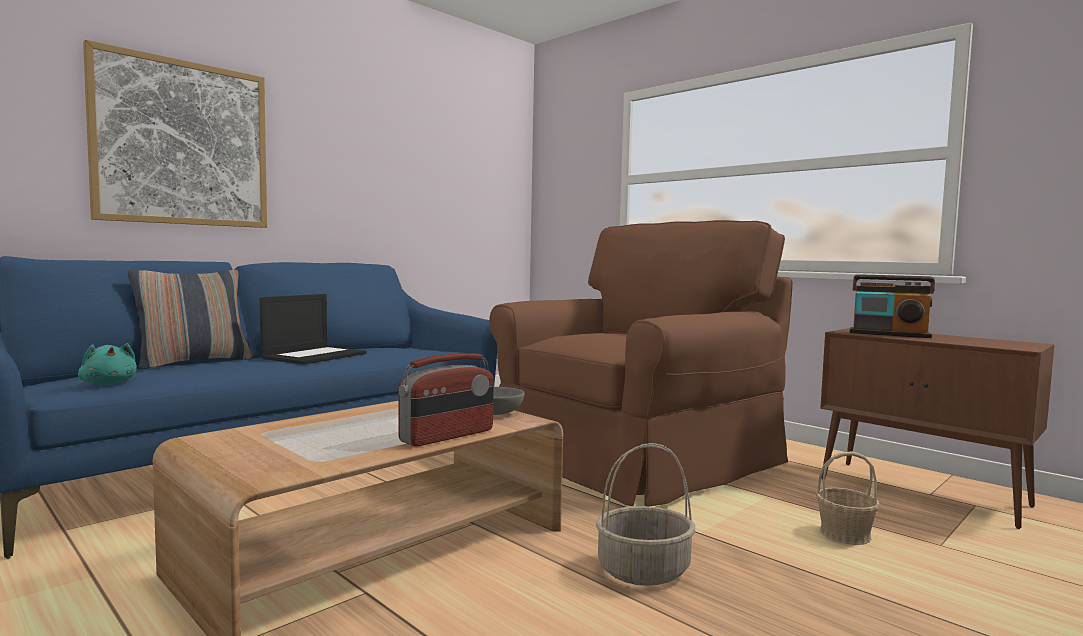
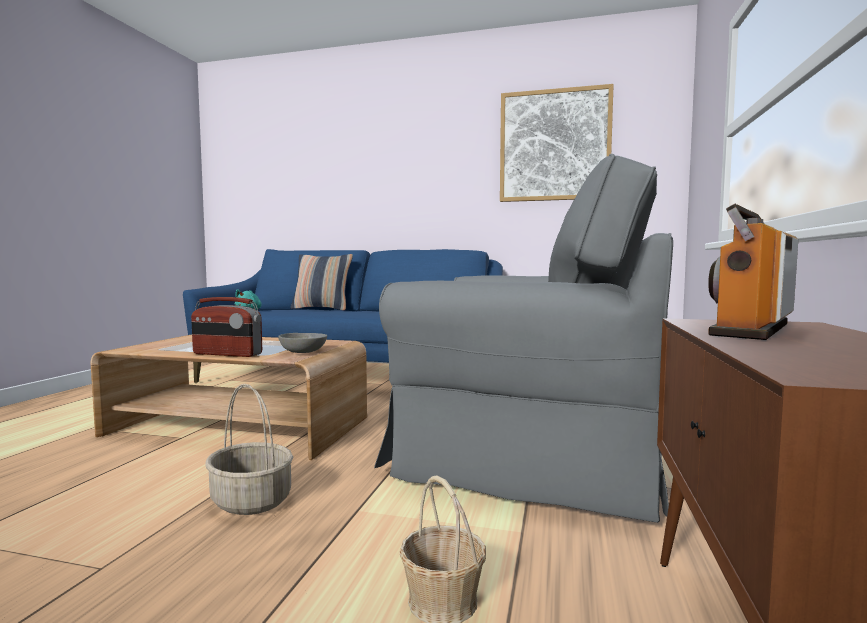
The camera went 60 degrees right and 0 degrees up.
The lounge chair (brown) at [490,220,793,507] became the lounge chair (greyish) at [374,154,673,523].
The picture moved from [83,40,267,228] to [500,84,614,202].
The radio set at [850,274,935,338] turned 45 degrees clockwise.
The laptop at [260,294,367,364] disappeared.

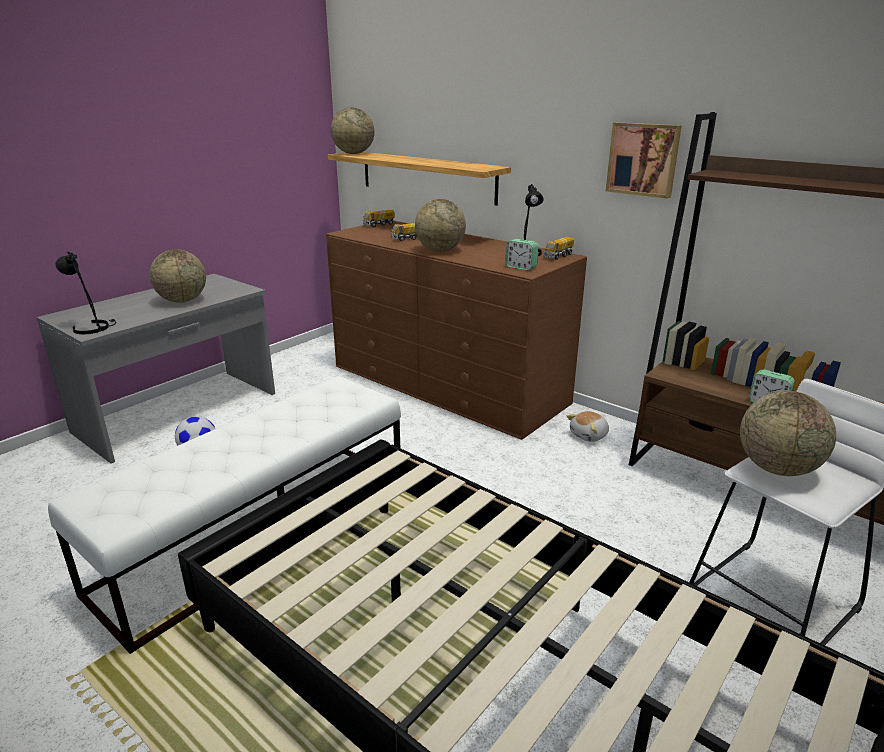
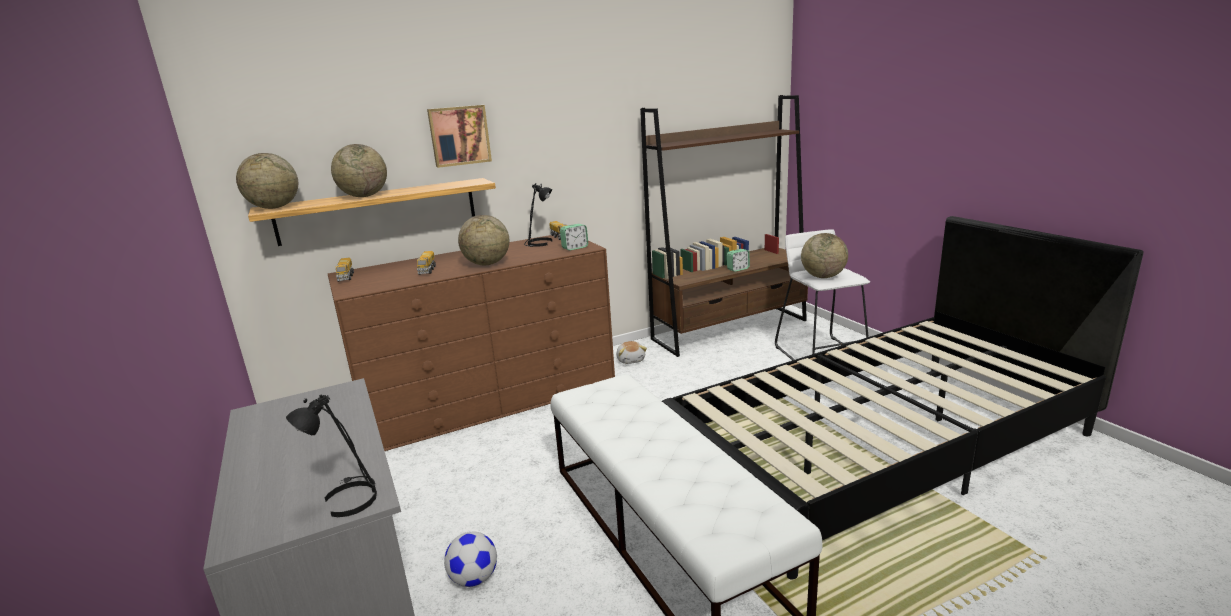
The camera went 65 degrees left and 5 degrees down.
The world globe moved from [150,249,206,303] to [331,144,387,197].
The picture moved from [606,122,682,199] to [427,105,492,168].

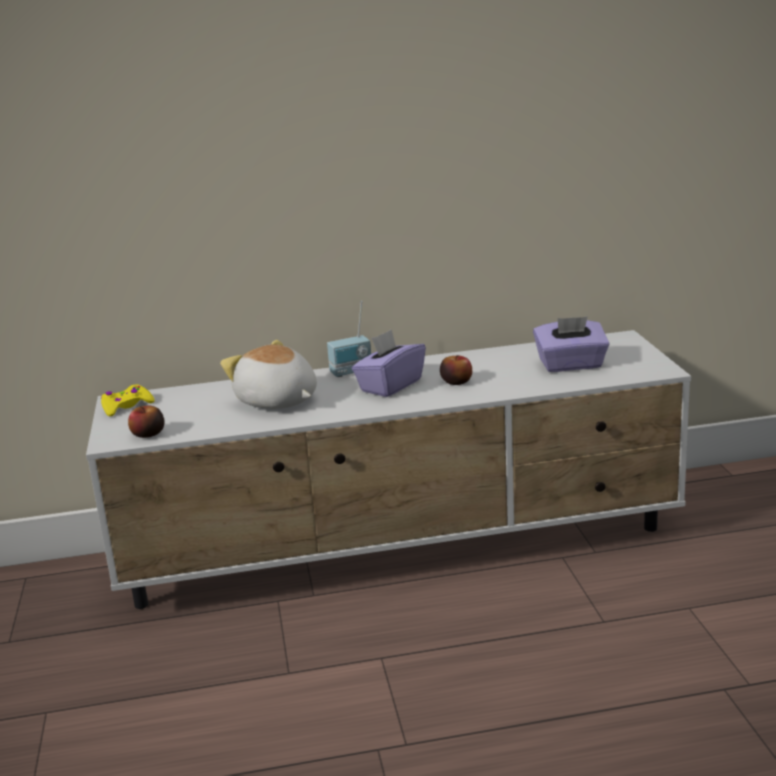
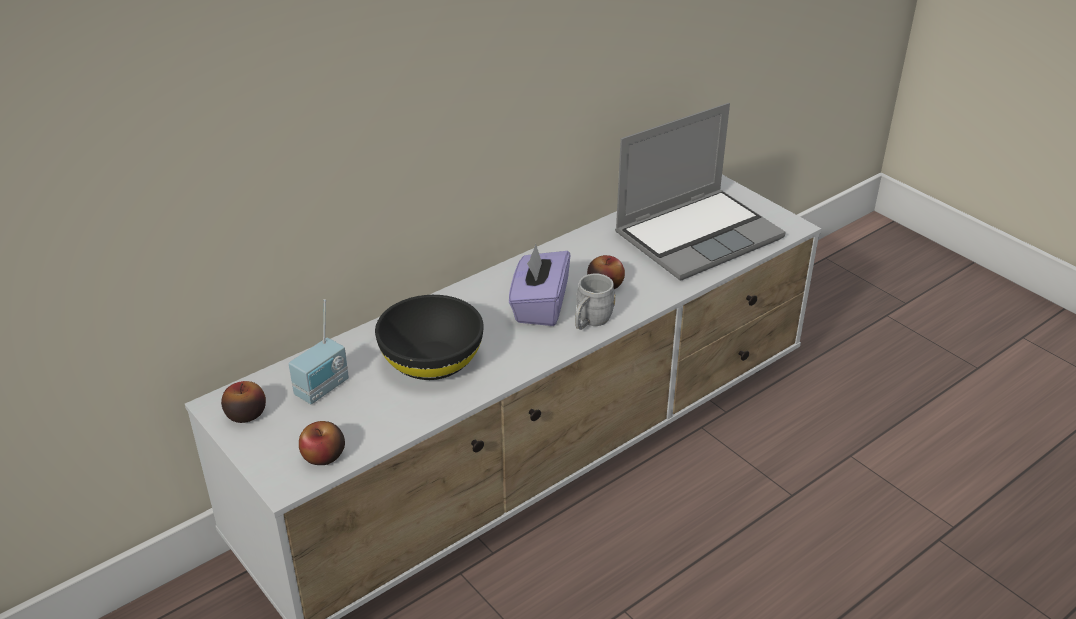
The camera went 30 degrees left and 15 degrees up.
The gamepad (yellowish) at [101,384,155,416] was replaced by the whole apple at [221,381,266,423].
The radio set moved from [327,301,371,377] to [288,299,349,404].
The plush toy at [220,340,317,409] was replaced by the serving bowl (black) at [375,295,484,380].
The coffee mug (greyish) at [575,273,615,330] appeared.
The tissue holder (purple) at [533,317,609,372] was replaced by the laptop at [615,103,786,281].

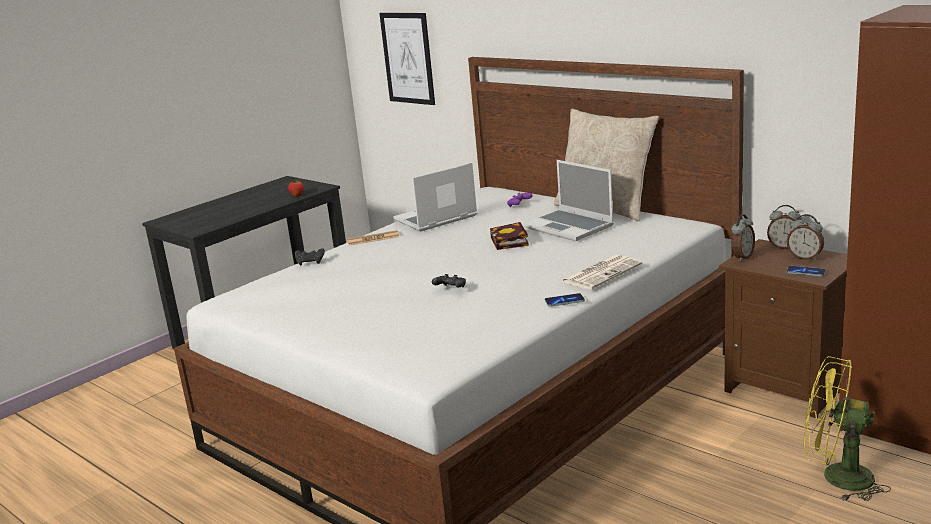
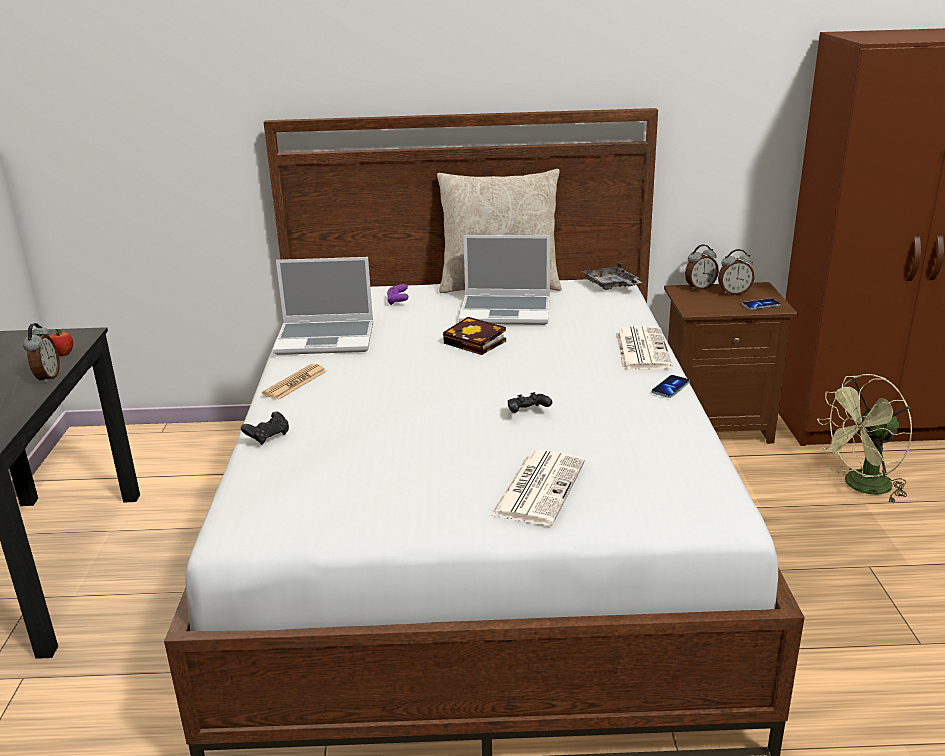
The camera went 45 degrees left and 5 degrees up.
The table clock moved from [731,214,755,261] to [23,323,60,384].
The laptop at [393,162,477,232] turned 105 degrees counterclockwise.
The newspaper at [490,450,585,525] appeared.
The carrying tray (greyish) at [582,262,642,290] appeared.
The fan (yellowish) at [803,356,891,501] became the fan (green) at [817,374,912,504].
The picture at [379,13,435,105] disappeared.

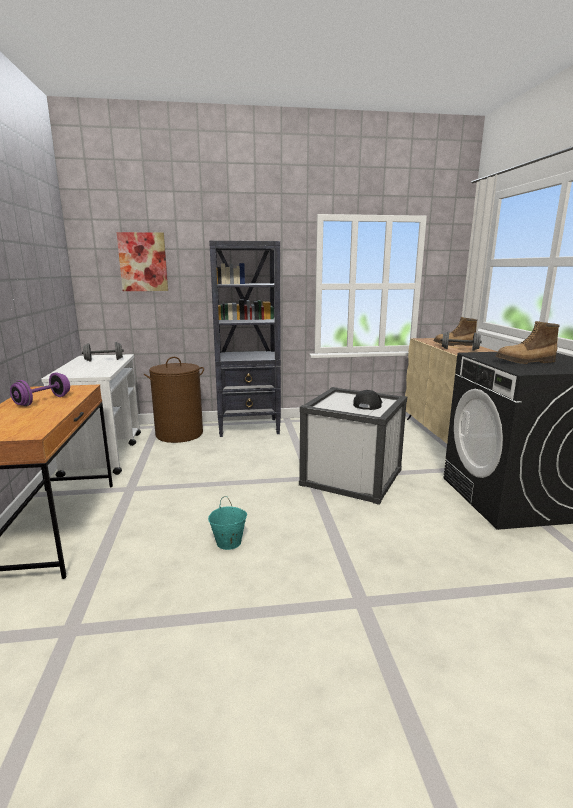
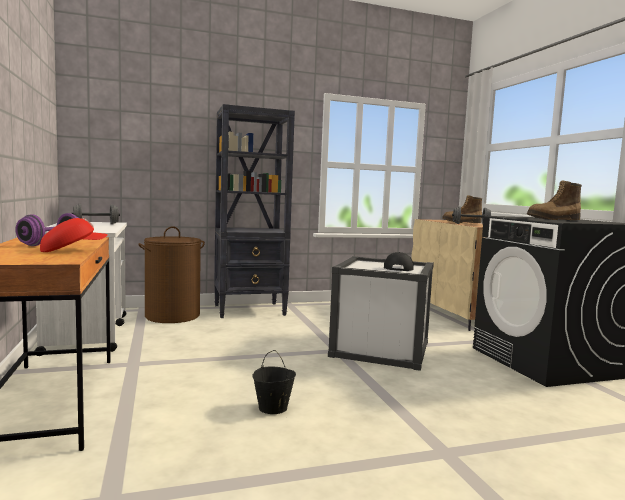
The camera went 10 degrees left and 10 degrees down.
The cap (red) at [40,218,108,252] appeared.
The water bucket (turquoise-coloured) at [208,496,247,550] became the water bucket (black) at [252,350,296,414].
The picture at [116,232,168,291] disappeared.

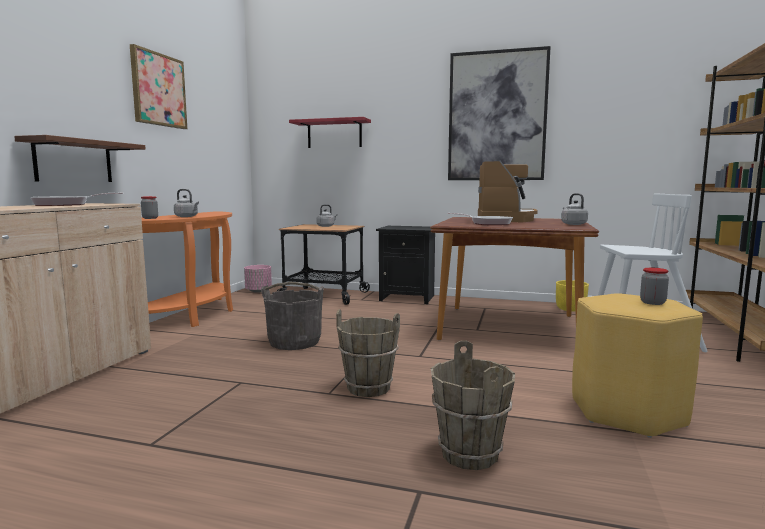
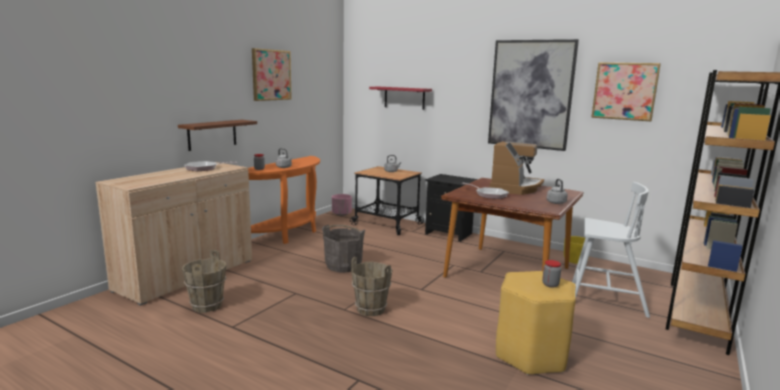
The camera went 15 degrees right and 5 degrees up.
The water bucket (brown) moved from [431,340,515,470] to [182,250,226,313].
The picture at [591,62,661,121] appeared.

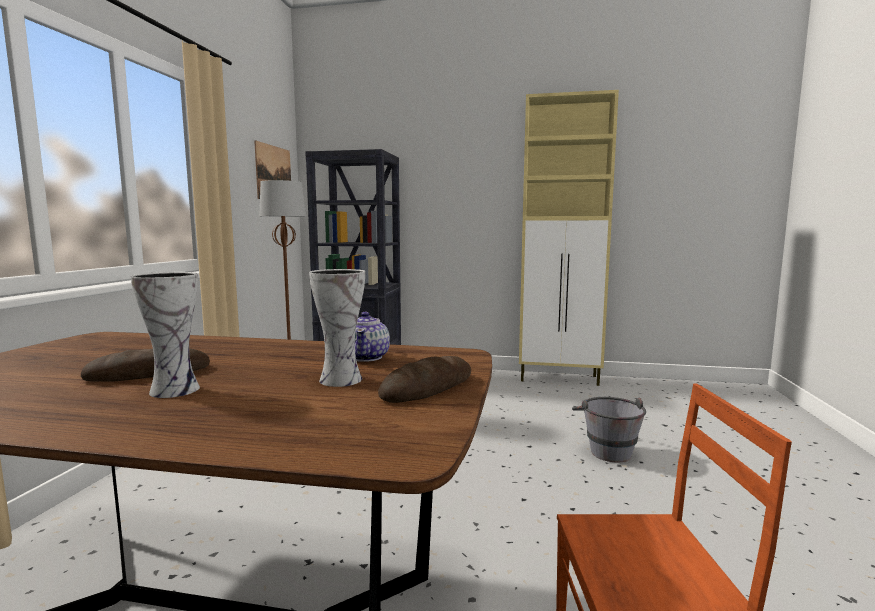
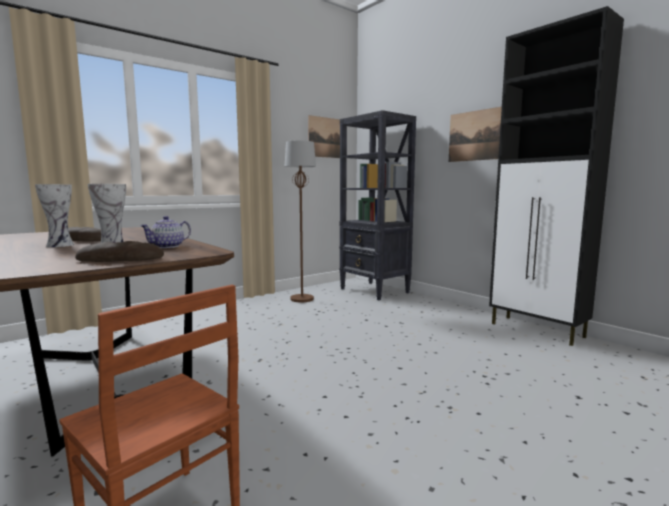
The camera went 40 degrees right and 0 degrees up.
The picture at [449,106,502,162] appeared.
The storage cabinet (beige-coloured) at [519,90,619,386] became the storage cabinet (black) at [489,6,624,346].
The water bucket (greyish) at [572,397,646,462] disappeared.

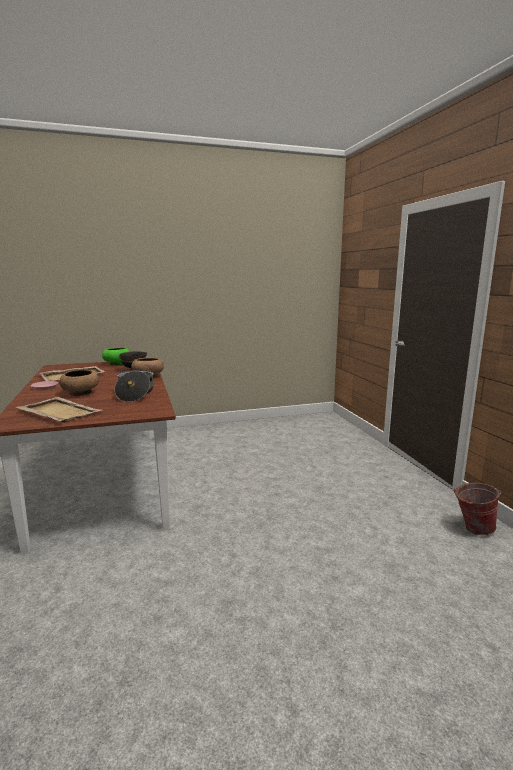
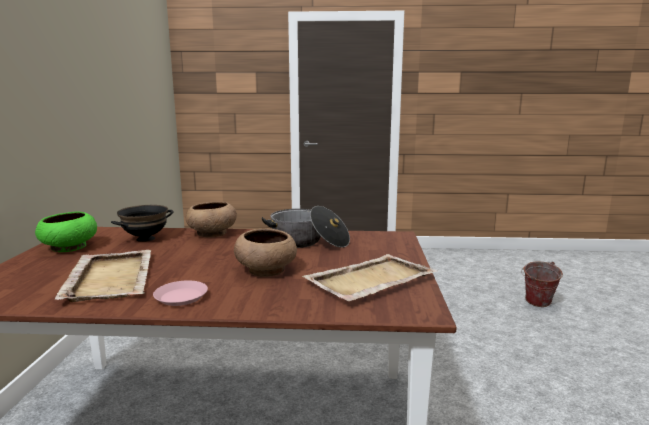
The camera went 70 degrees left and 0 degrees up.
The water bucket moved from [454,483,501,535] to [521,261,563,307].

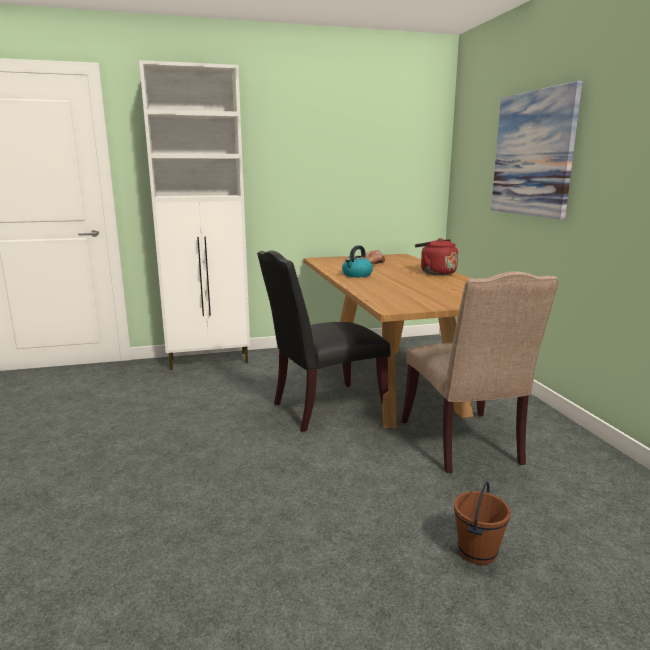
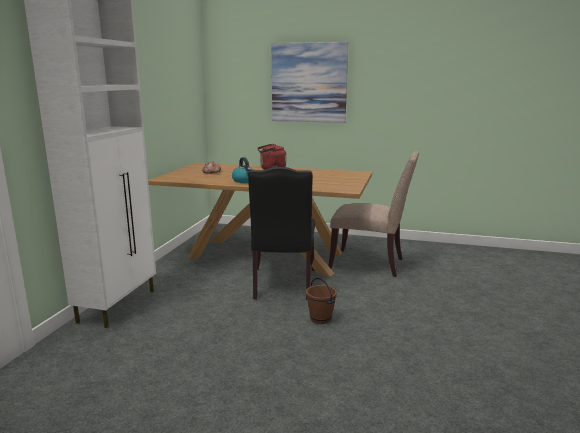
The camera went 60 degrees left and 0 degrees up.
The water bucket (brown) moved from [454,481,511,565] to [306,278,337,324].

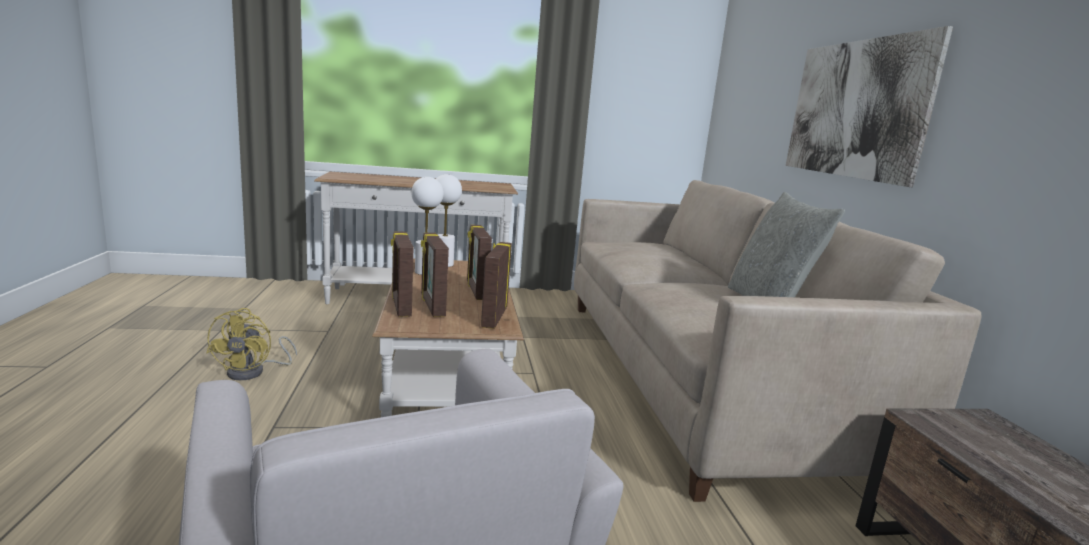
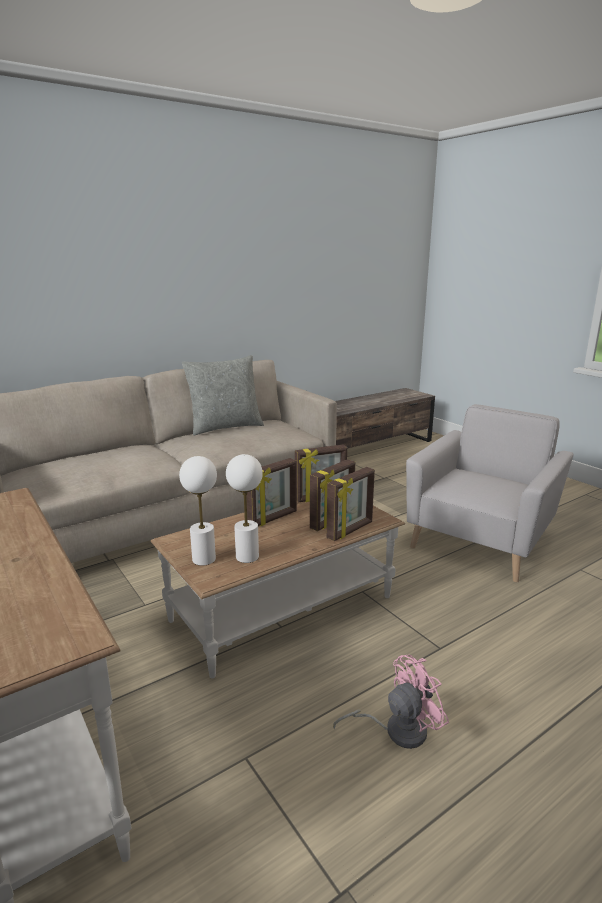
The camera went 115 degrees left and 5 degrees up.
The fan (yellowish) at [206,308,297,380] became the fan (pink-coloured) at [333,655,449,749].
The picture at [786,26,953,187] disappeared.

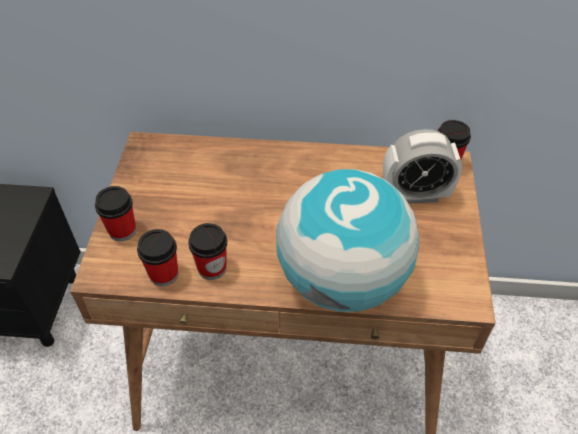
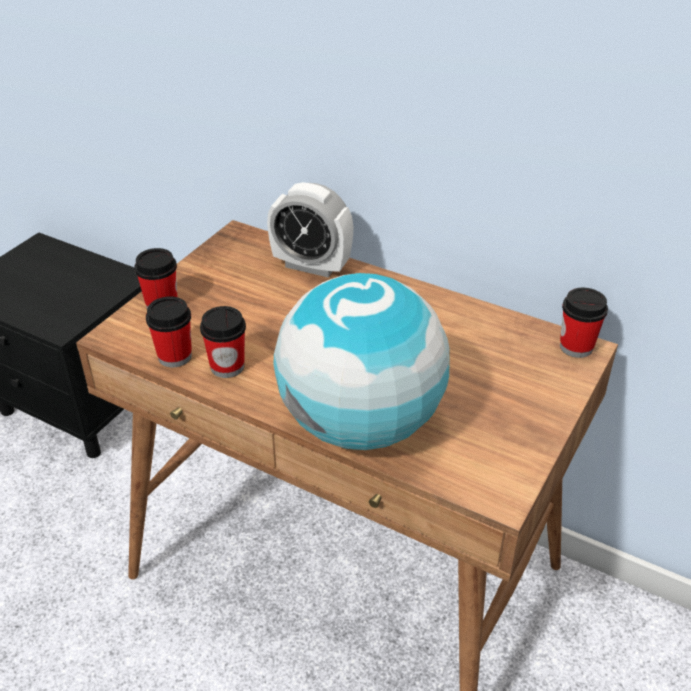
The camera went 25 degrees right and 10 degrees down.
The table clock moved from [383,129,462,204] to [267,182,354,277].

